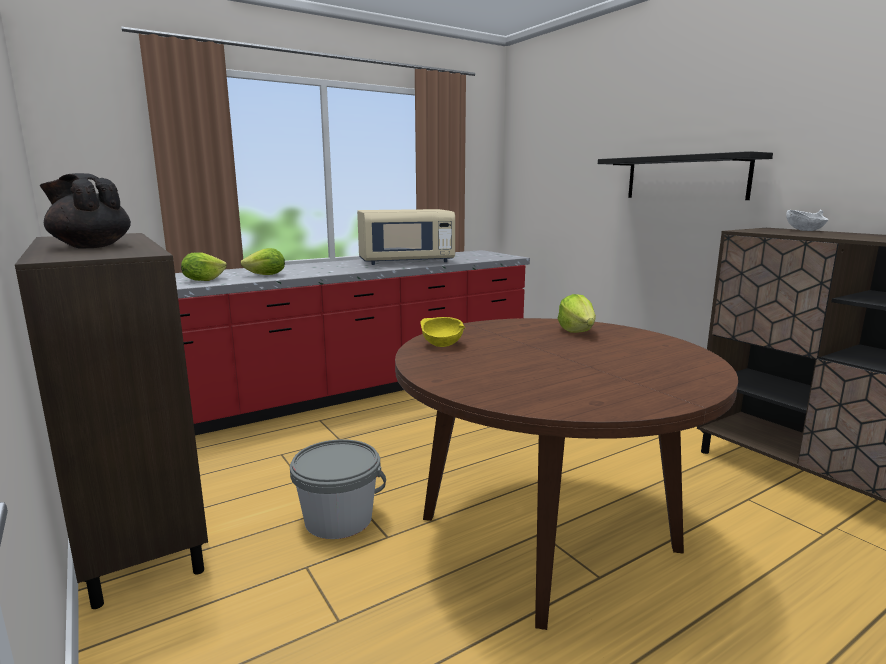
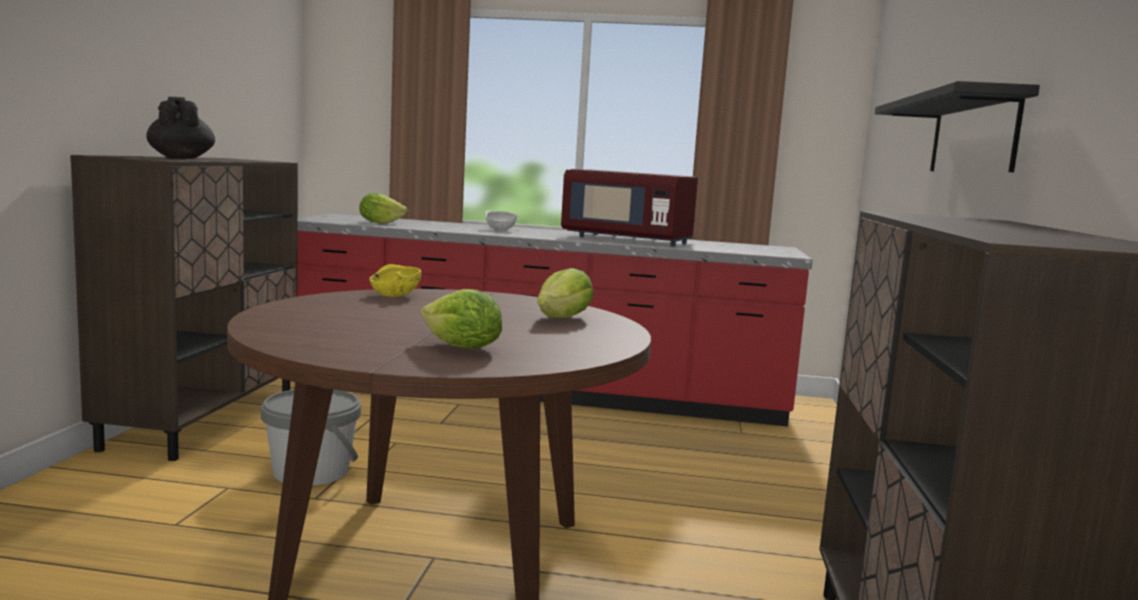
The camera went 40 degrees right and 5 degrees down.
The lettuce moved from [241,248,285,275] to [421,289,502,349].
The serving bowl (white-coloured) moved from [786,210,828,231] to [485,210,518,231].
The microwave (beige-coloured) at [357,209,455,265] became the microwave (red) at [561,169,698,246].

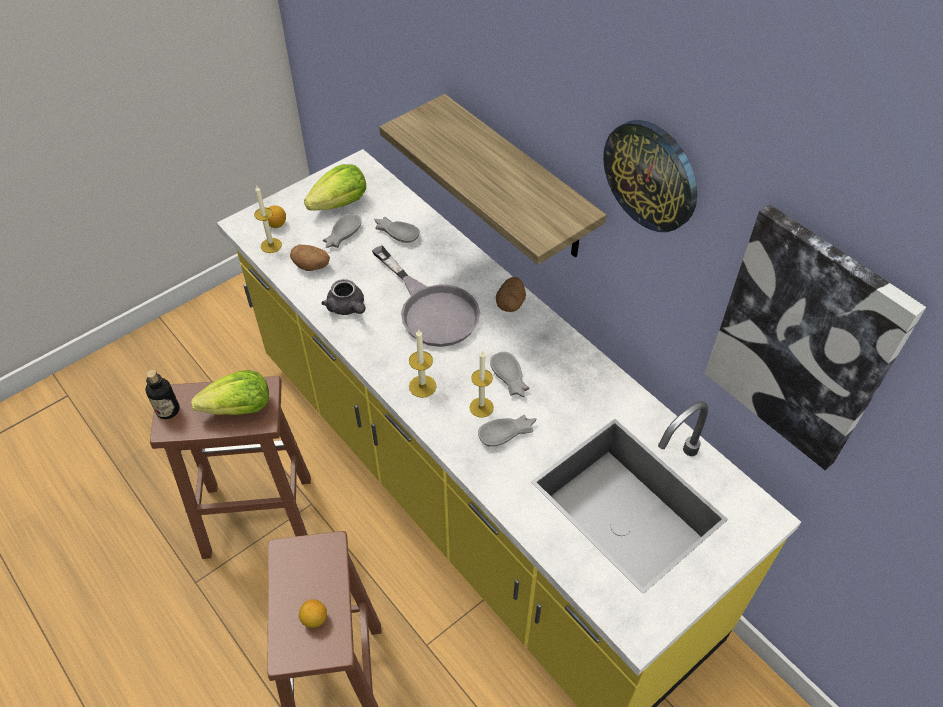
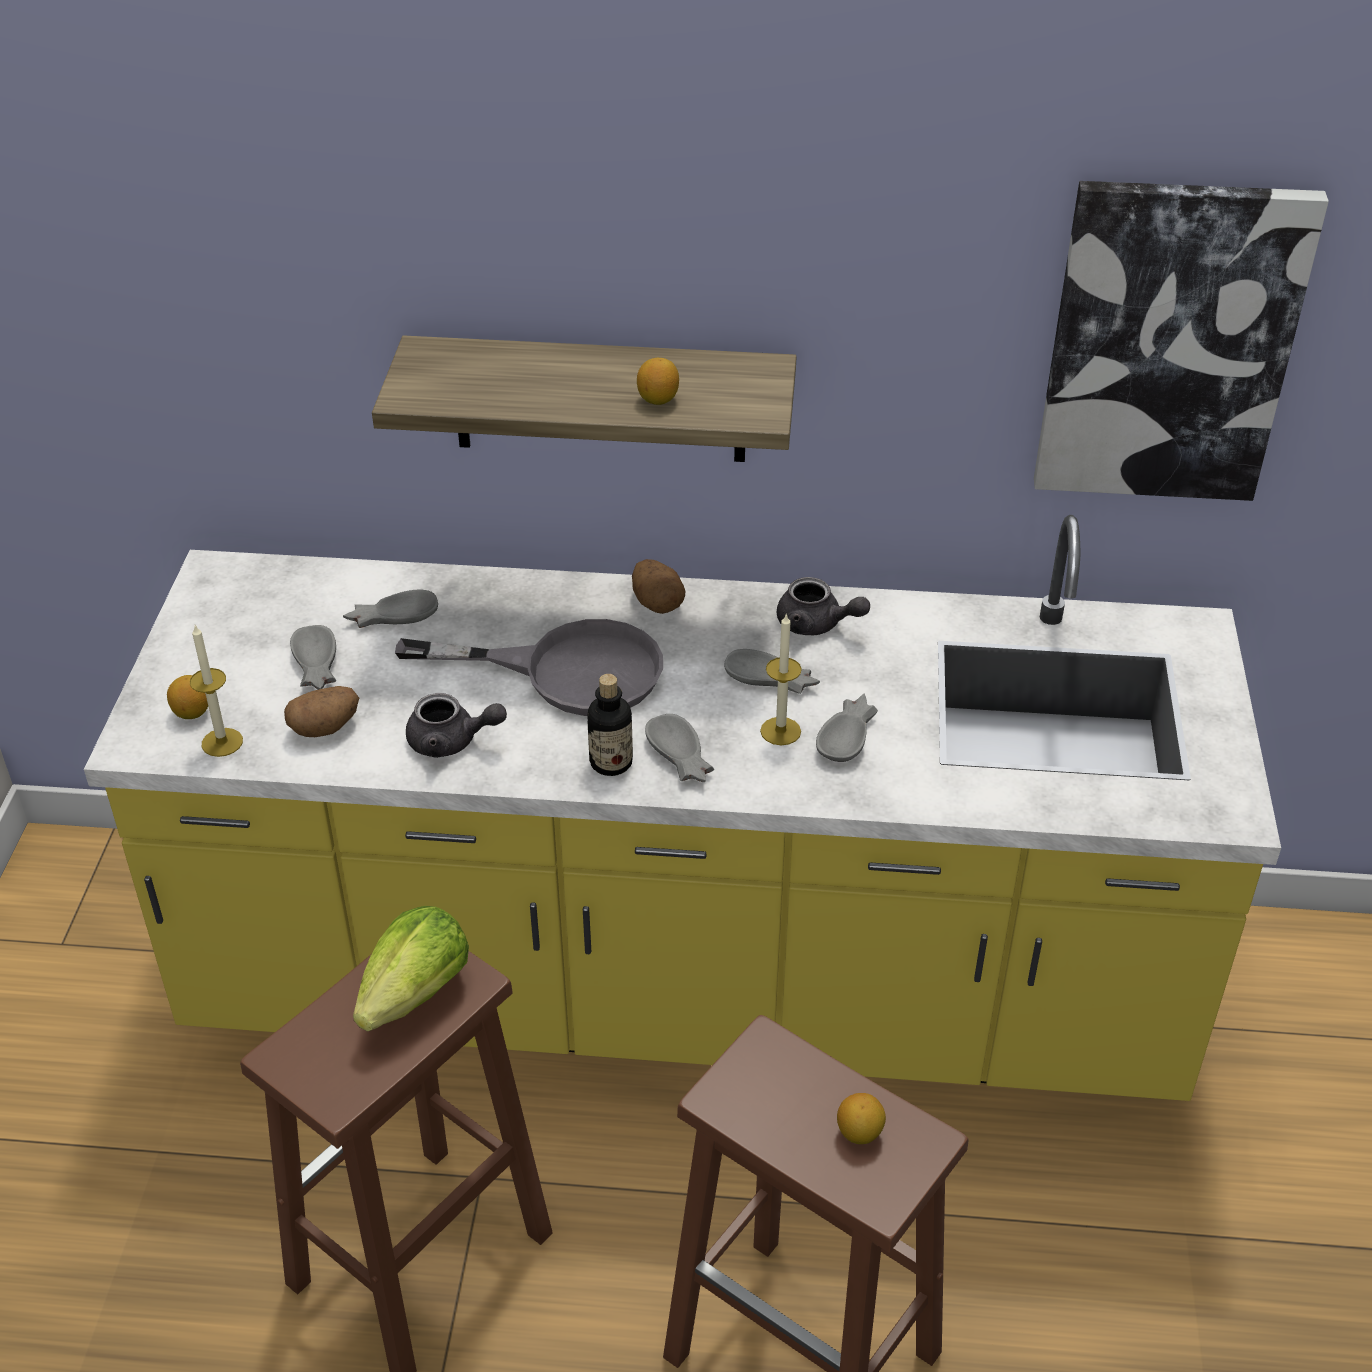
The camera went 45 degrees left and 10 degrees down.
The beverage bottle moved from [145,370,180,419] to [587,674,633,776].
The citrus fruit at [637,358,679,405] appeared.
The wax light at [409,330,436,398] was replaced by the serving bowl (greyish) at [645,714,714,782].
The pot for tea (greyish) at [777,577,870,635] appeared.
The lettuce at [304,164,366,210] disappeared.
The hanging clock at [603,120,697,232] disappeared.

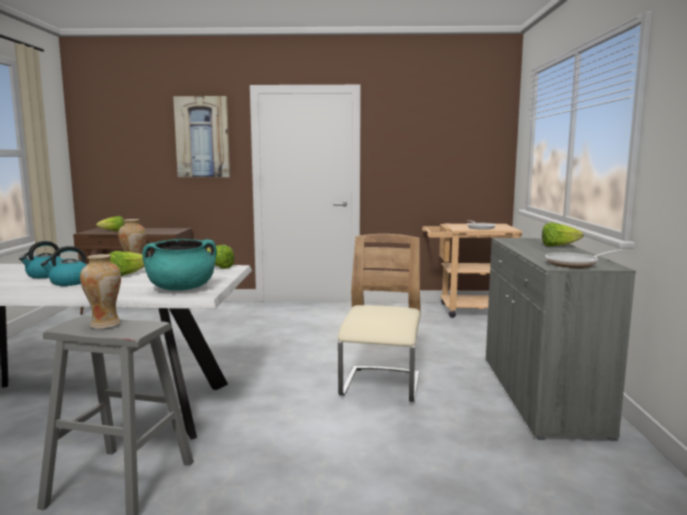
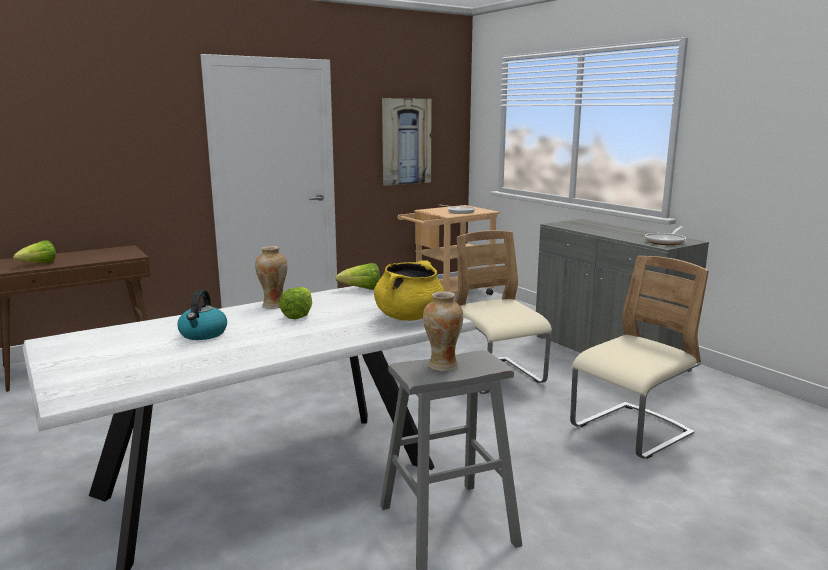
The camera went 35 degrees left and 5 degrees up.
The stockpot (turquoise-coloured) at [142,239,217,291] became the stockpot (yellowish) at [374,260,444,321].
The picture moved from [173,96,230,177] to [382,98,432,186].
The plain chair (beige-coloured) at [570,256,709,459] appeared.
The kettle at [41,246,87,286] disappeared.
The lettuce at [542,222,584,246] disappeared.

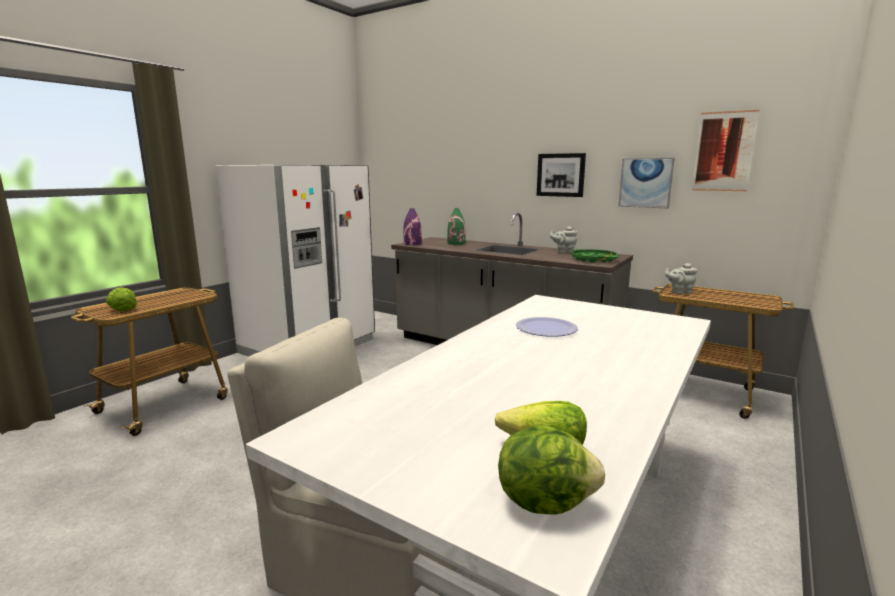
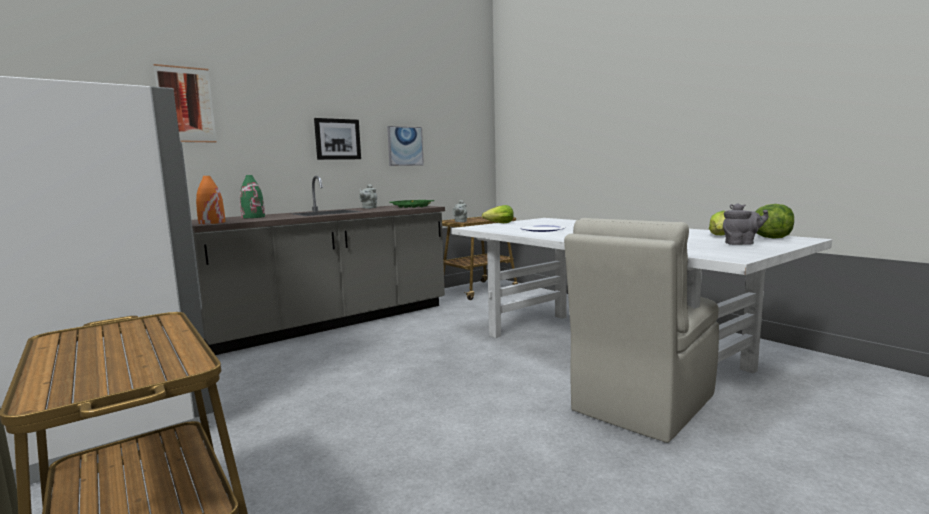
The camera went 70 degrees left and 5 degrees down.
The picture moved from [692,110,759,191] to [154,64,217,142].
The decorative vase (purple) at [403,208,422,245] became the decorative vase (orange-coloured) at [196,176,225,224].
The lettuce moved from [106,287,137,311] to [482,205,514,223].
The pot for tea (greyish) at [723,203,768,245] appeared.

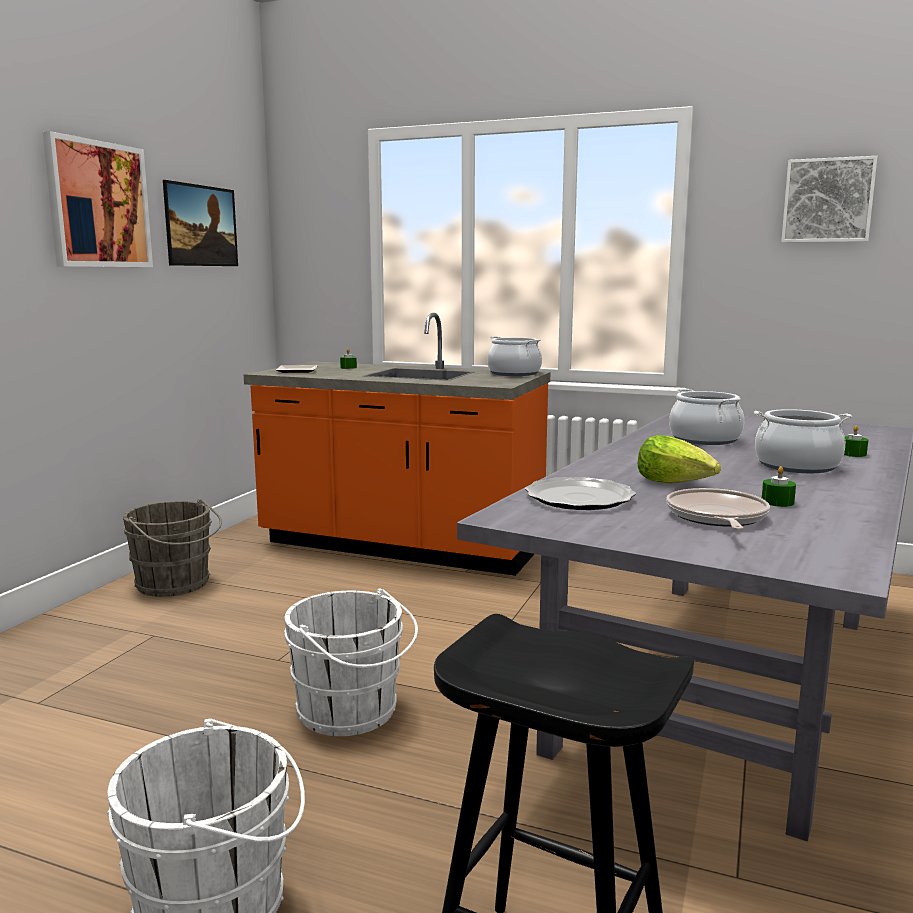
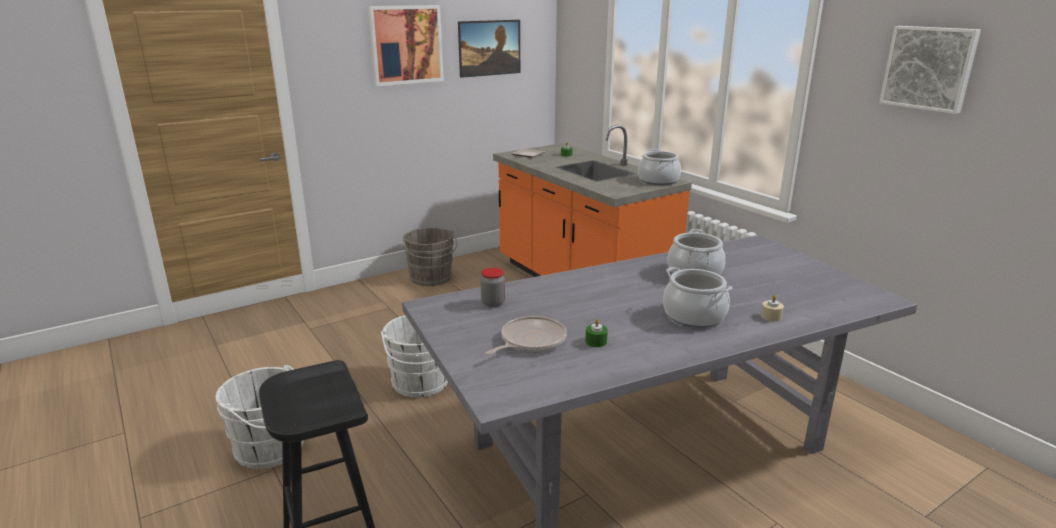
The camera went 35 degrees right and 10 degrees up.
The plate at [525,477,636,510] was replaced by the storage jar at [480,268,505,307].
The wax light (green) at [844,425,868,457] became the wax light (beige-coloured) at [761,295,784,322].
The lettuce at [638,435,721,484] disappeared.

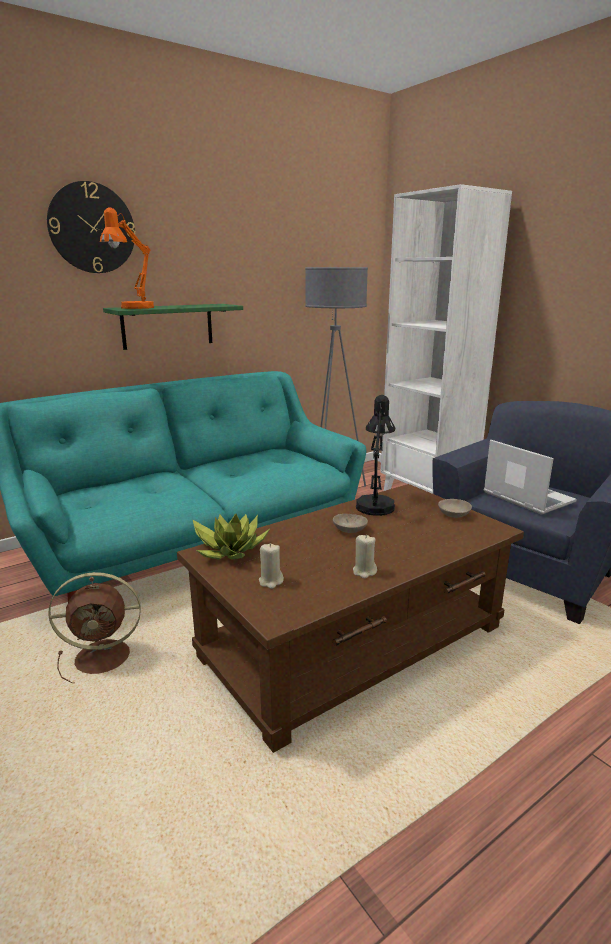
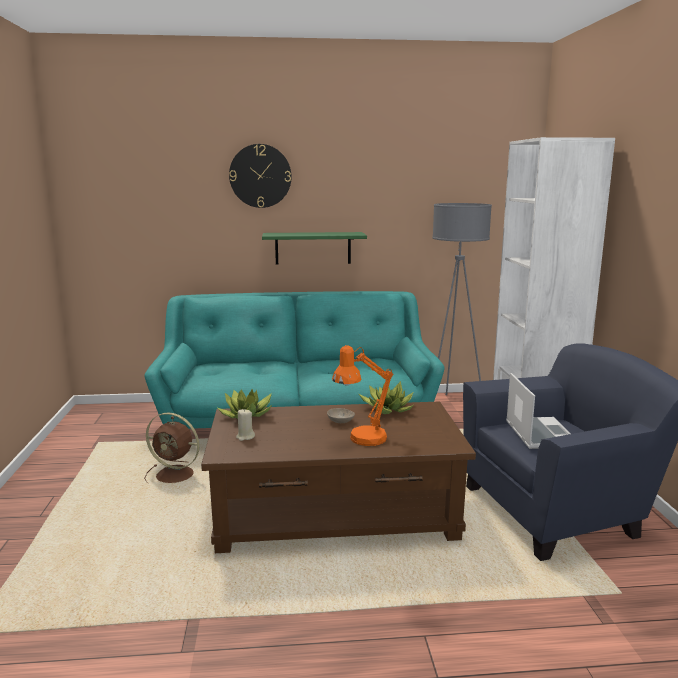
The camera went 30 degrees right and 5 degrees down.
The lamp for a table (orange-coloured) moved from [100,207,154,309] to [332,345,393,446].
The lamp for a table (black) at [356,395,395,516] was replaced by the houseplant at [358,381,414,414].
The wax light (beige-coloured) at [353,535,377,578] disappeared.
The serving bowl (beige-coloured) at [438,499,472,518] disappeared.

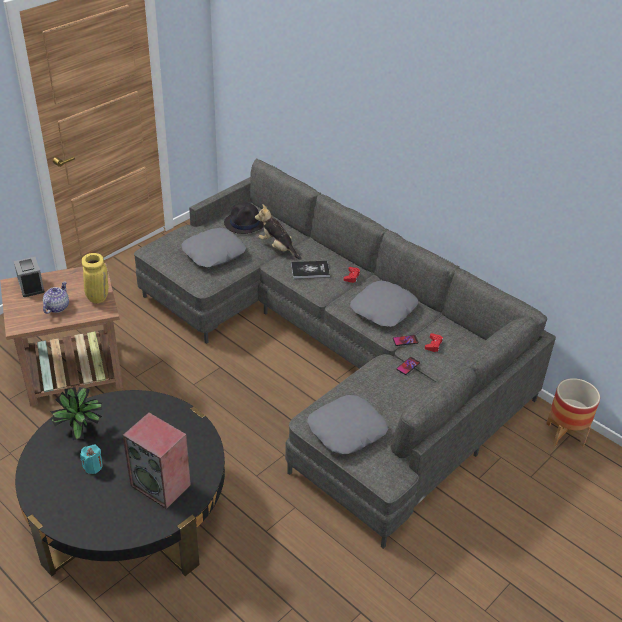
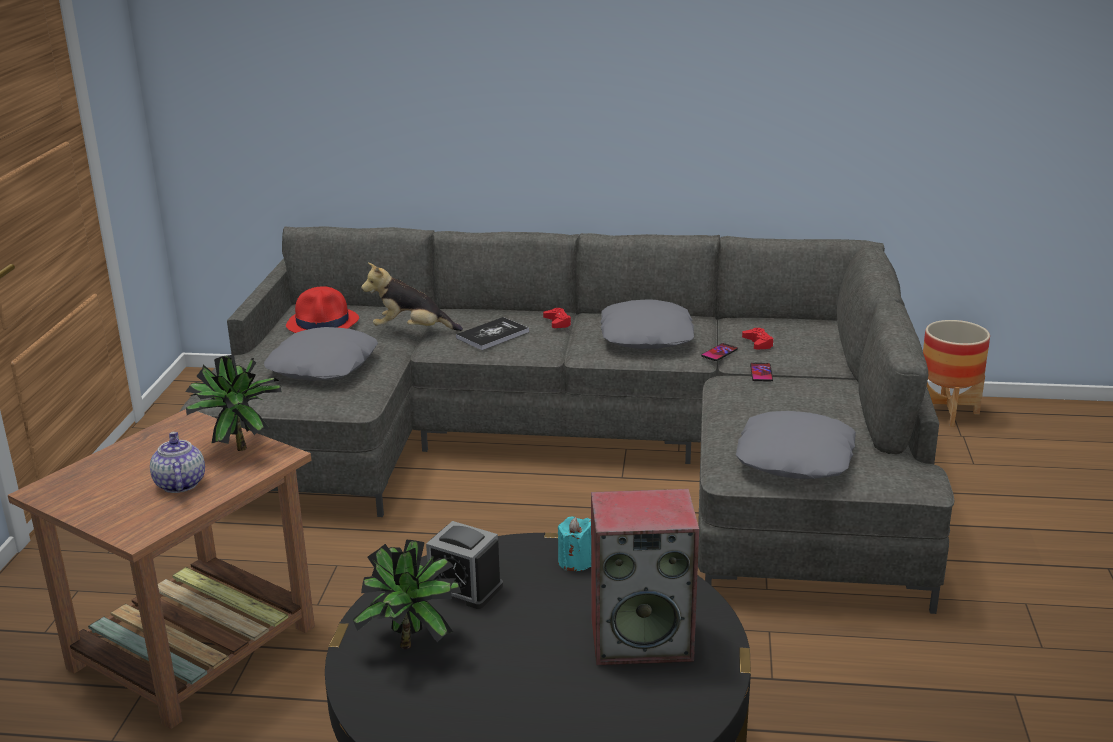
The camera went 35 degrees left and 15 degrees down.
The decorative vase (yellowish) at [82,253,108,304] was replaced by the houseplant at [185,355,282,451].
The hat (black) at [224,202,264,234] became the hat (red) at [286,286,359,333].
The table clock moved from [14,257,45,297] to [426,521,503,609].
The wax light (turquoise-coloured) moved from [80,444,103,474] to [558,517,591,571].

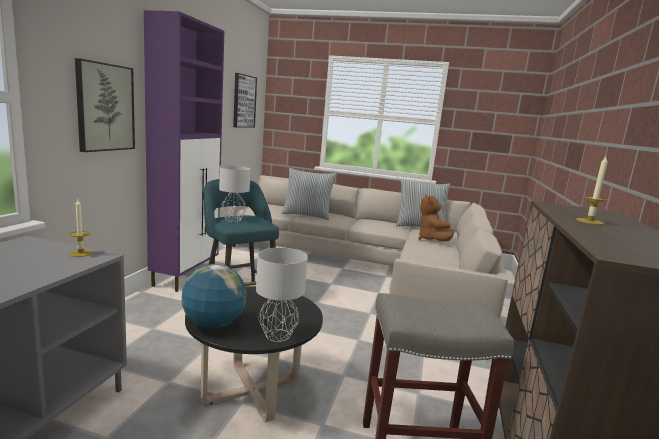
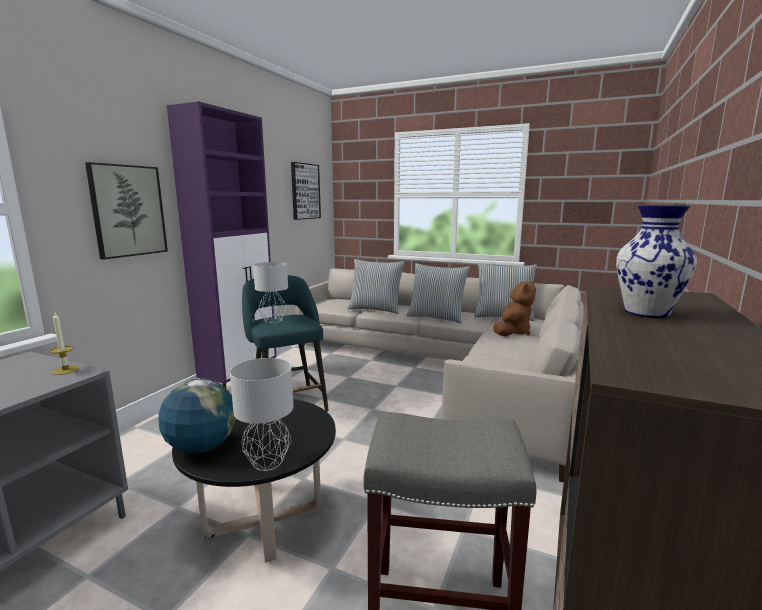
The camera went 10 degrees right and 0 degrees up.
The cushion at [406,263,470,324] appeared.
The plush toy (brown) at [418,194,454,241] turned 150 degrees counterclockwise.
The wax light at [576,157,608,225] was replaced by the decorative vase at [616,205,697,318].

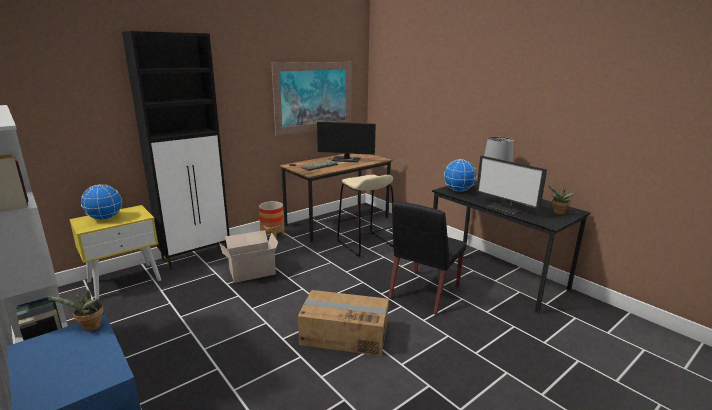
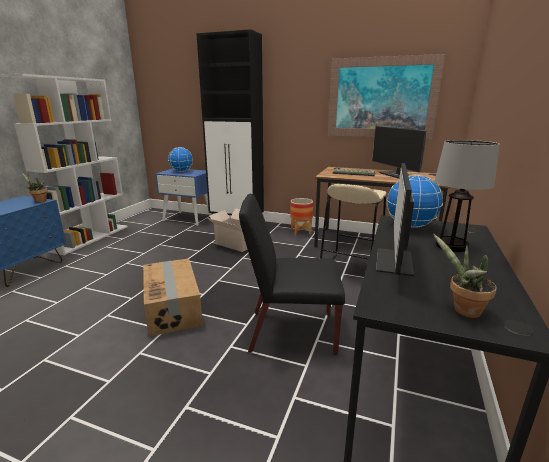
The camera went 60 degrees right and 0 degrees up.
The night table (yellowish) at [69,205,161,300] became the night table (bluish) at [155,169,211,226].

